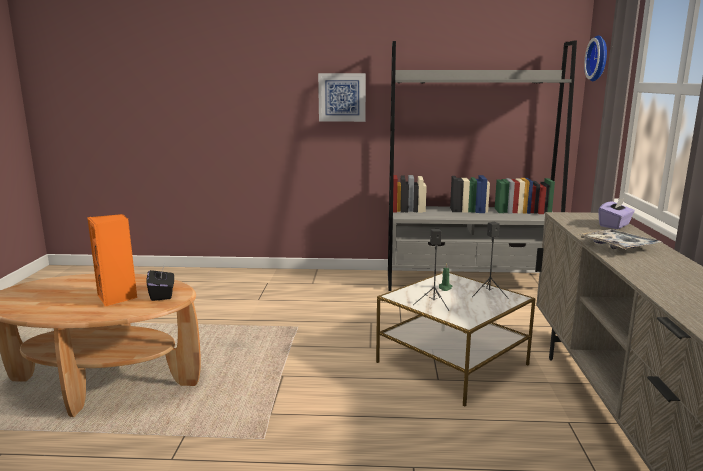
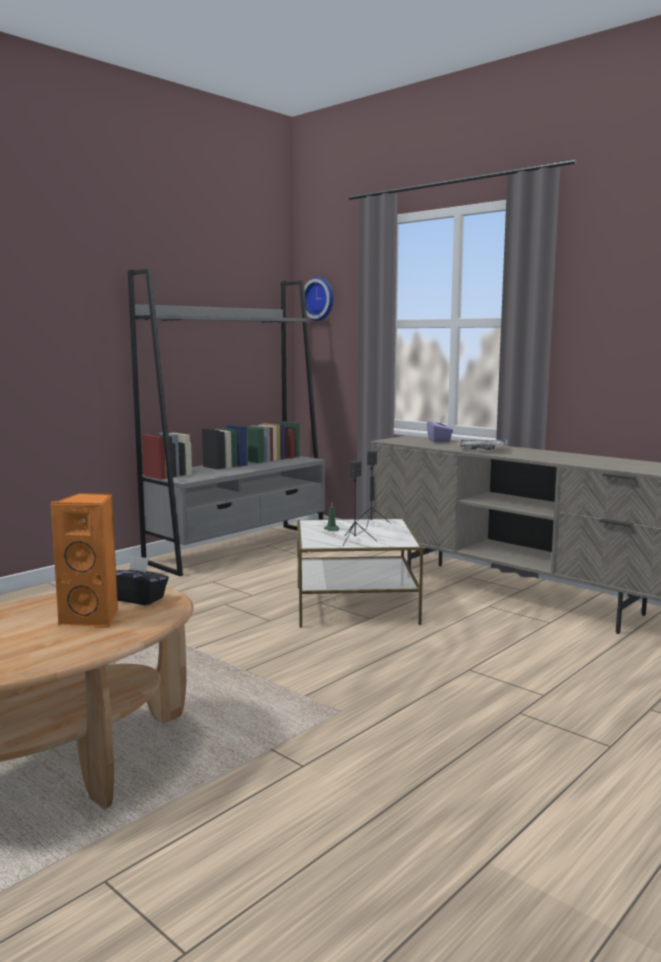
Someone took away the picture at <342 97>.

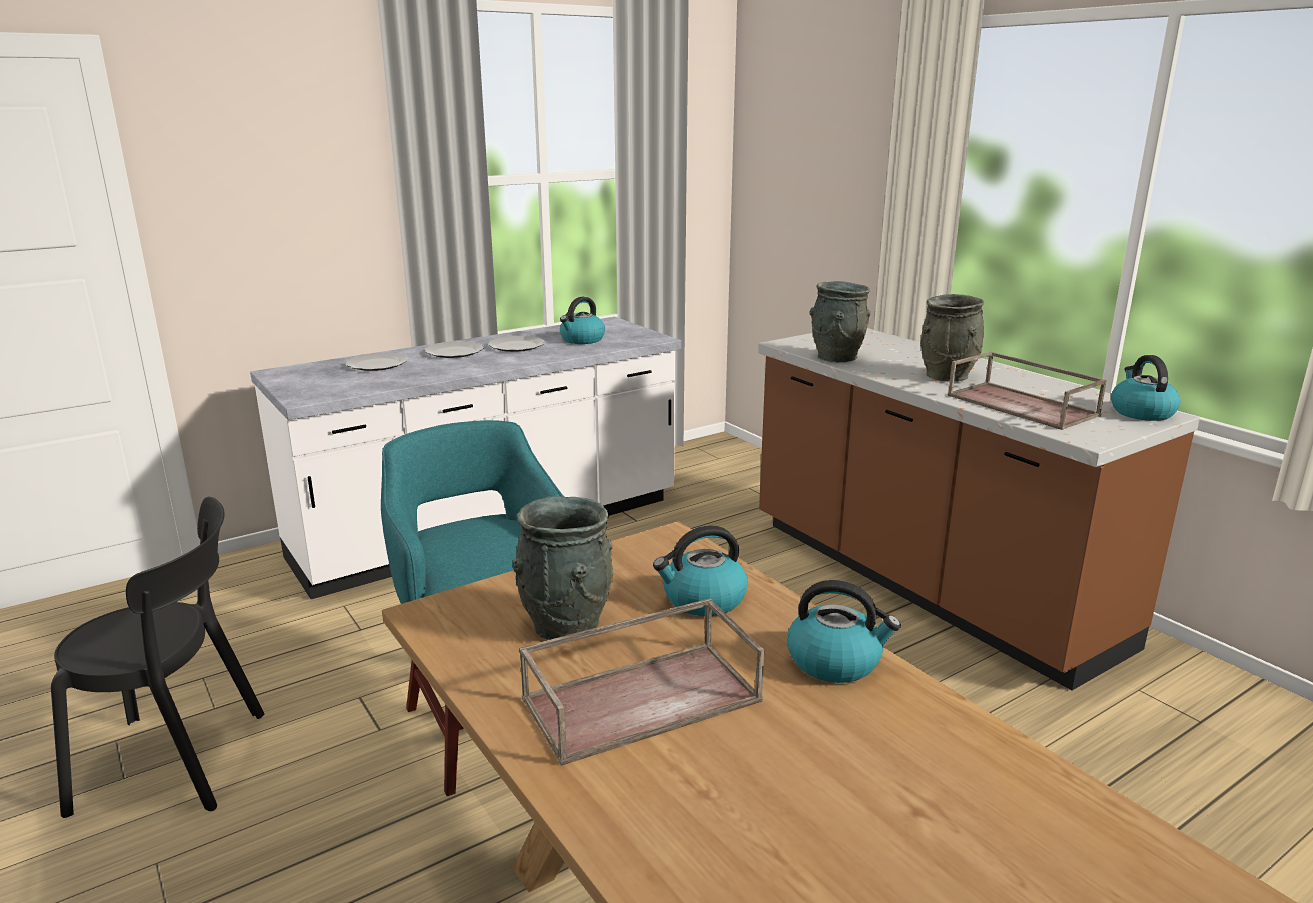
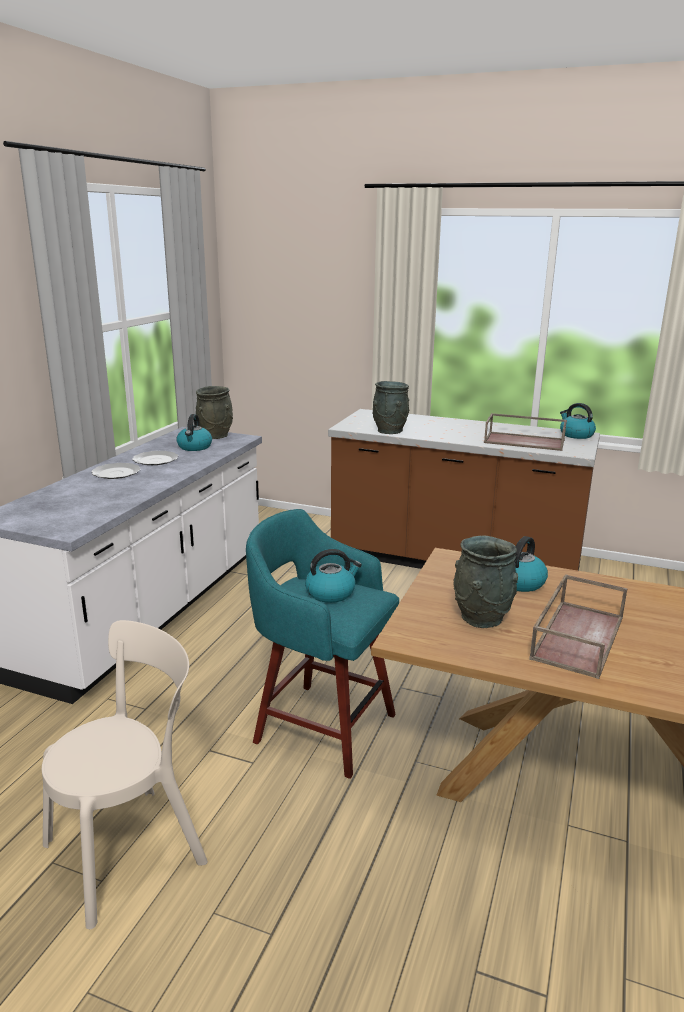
Someone repainted the chair/black at <158 657>, which became the chair/beige at <125 774>.
Someone carried the vase/grey from <952 337> to <214 412>.
Someone carried the kettle from <844 631> to <333 576>.
Someone took away the plate at <377 362>.

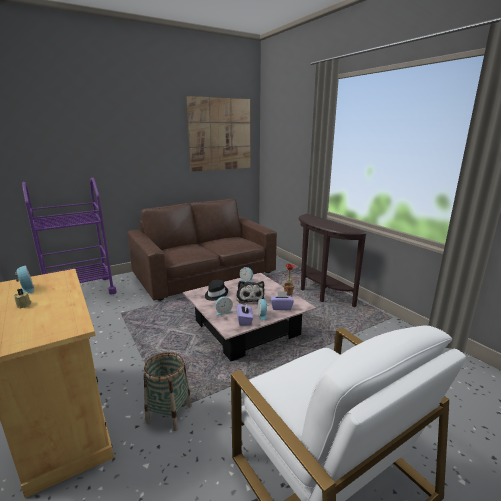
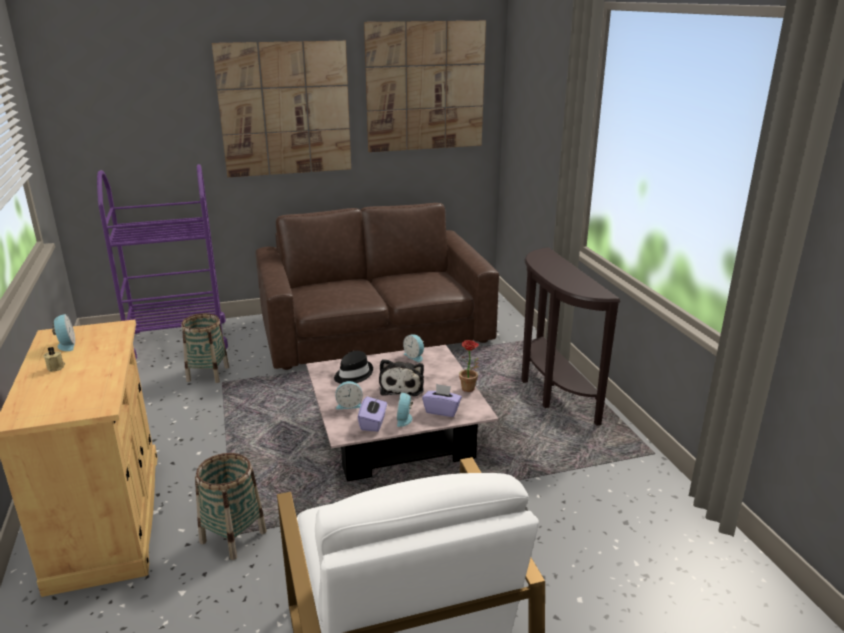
Someone put down the basket at <205 348>.
Someone put up the picture at <281 109>.

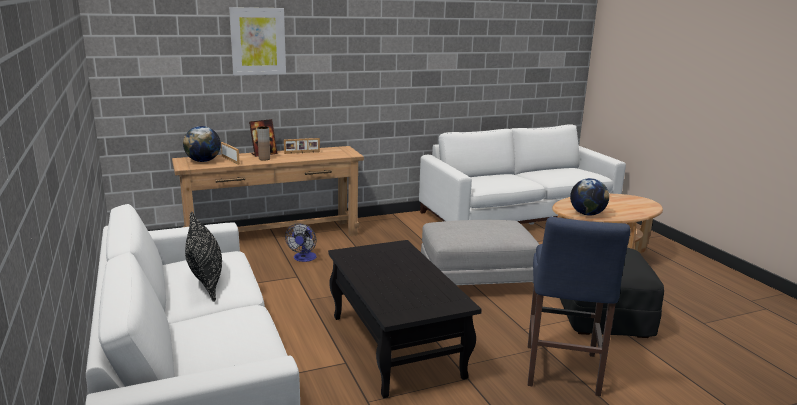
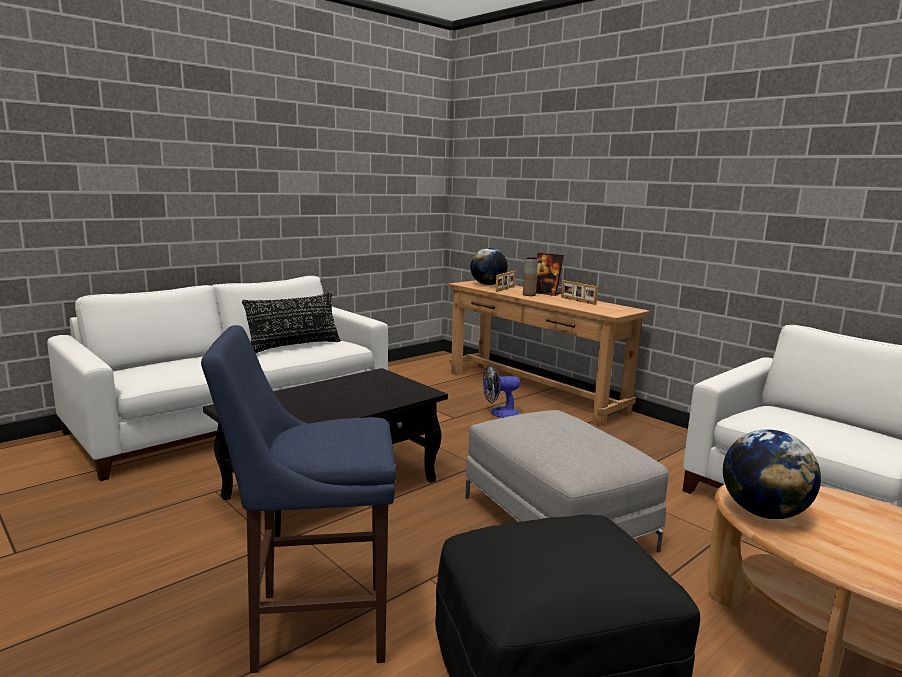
Someone took away the picture at <257 41>.

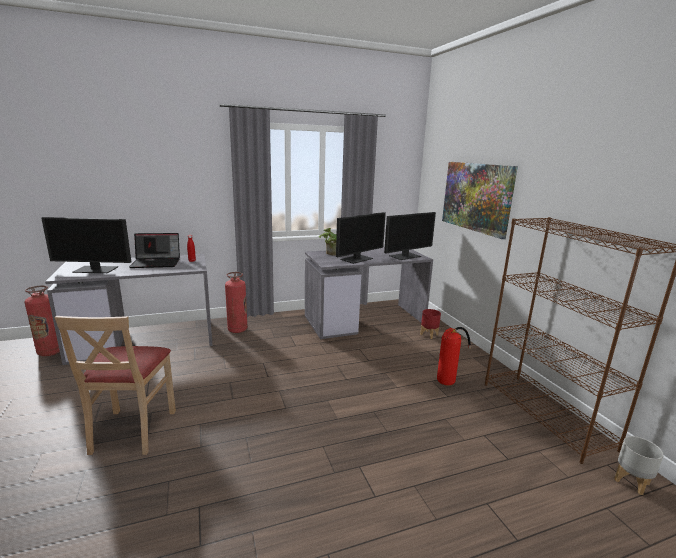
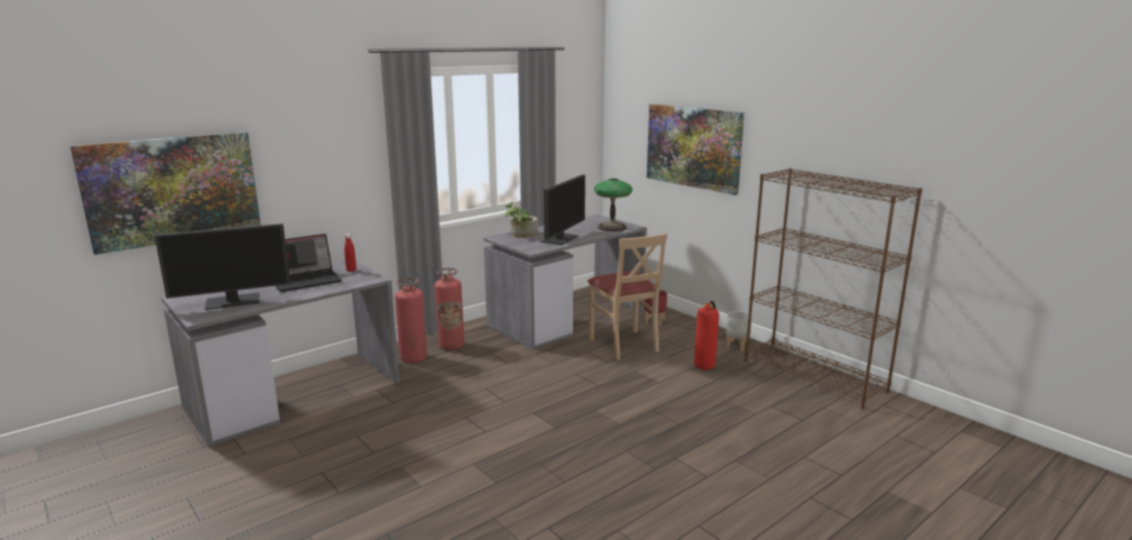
Someone put up the picture at <165 193>.
Someone carried the fire extinguisher from <42 320> to <449 309>.
Someone carried the chair/beige from <115 385> to <627 296>.
Someone swapped the monitor at <410 236> for the table lamp at <613 205>.
Someone carried the planter/grey from <639 465> to <738 331>.

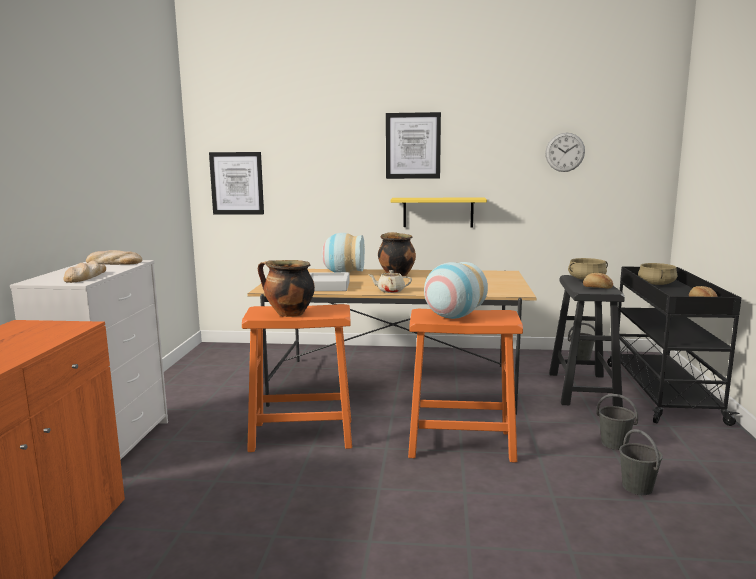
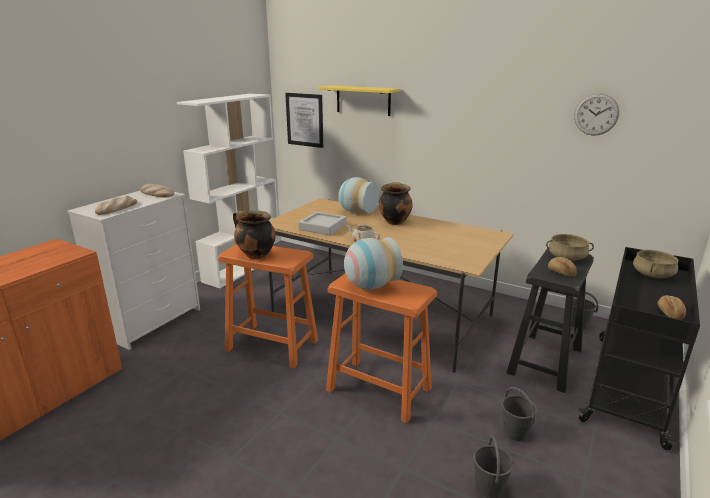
Someone put down the bookcase/white at <227 190>.
Someone carried the shelf/yellow from <438 213> to <358 100>.
Someone took away the picture at <413 145>.

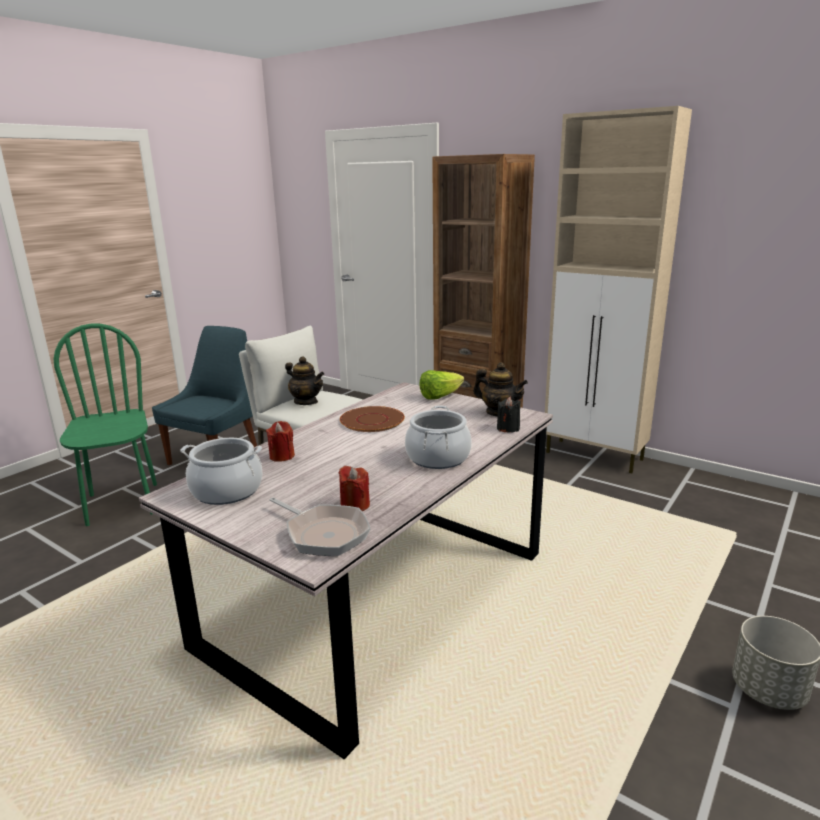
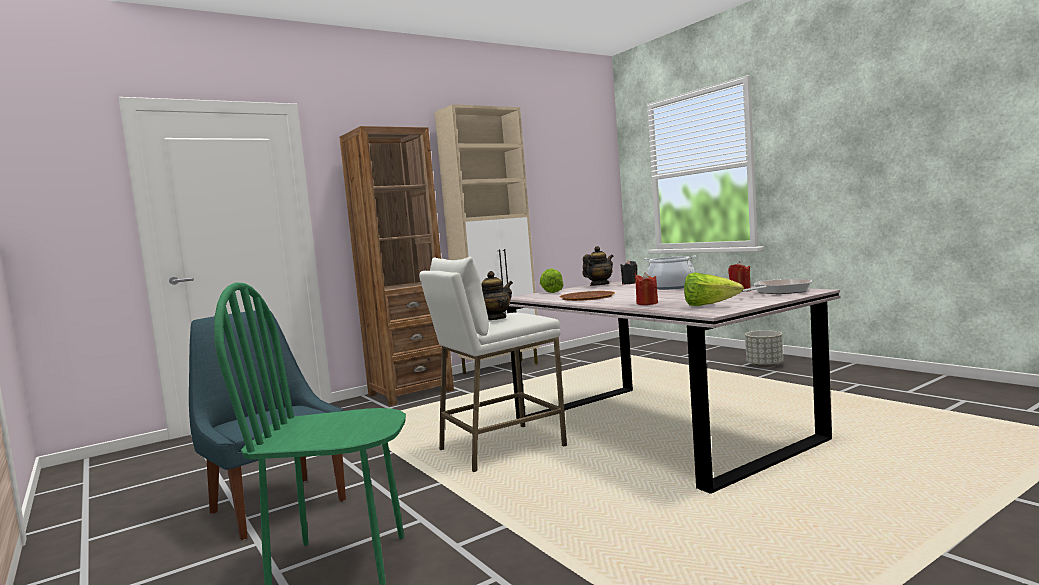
Someone swapped the cooking pot at <221 471> for the lettuce at <714 289>.

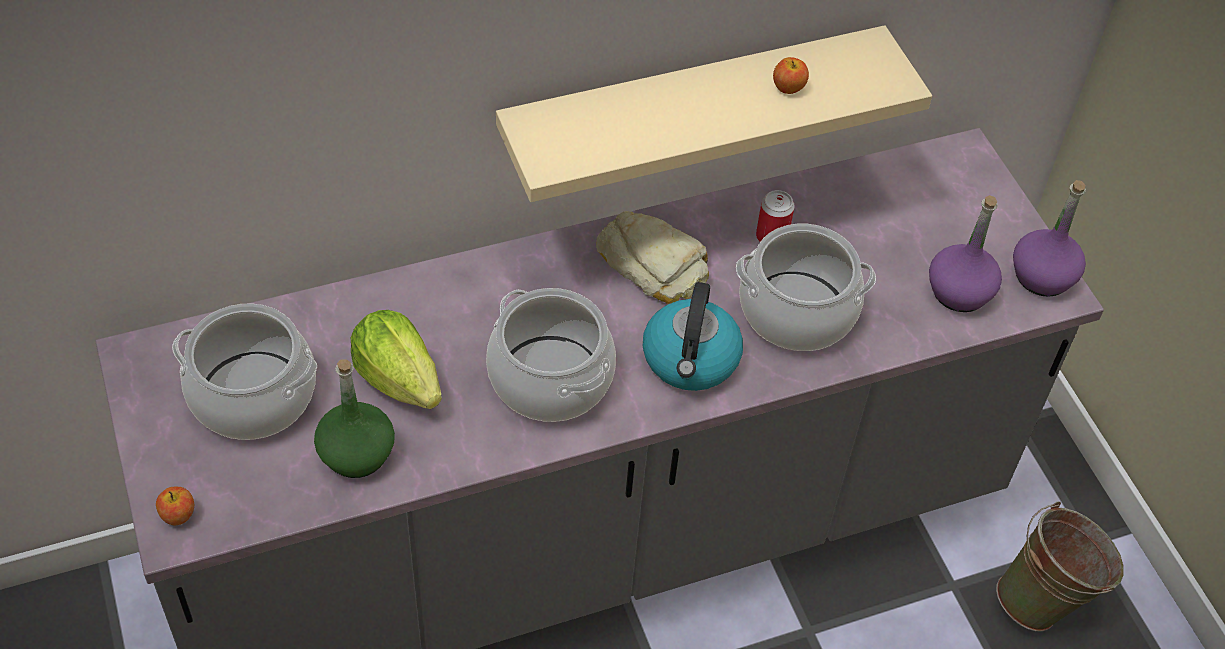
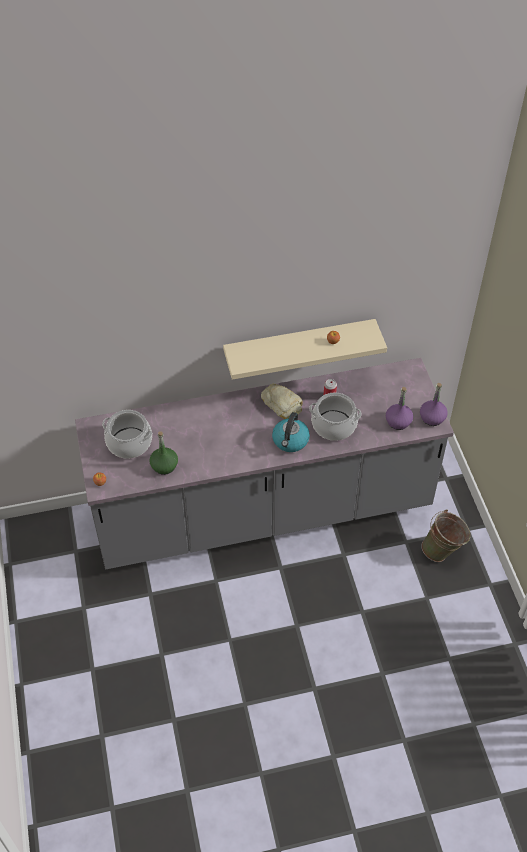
Someone took away the lettuce at <396 359>.
Someone took away the cooking pot at <551 355>.

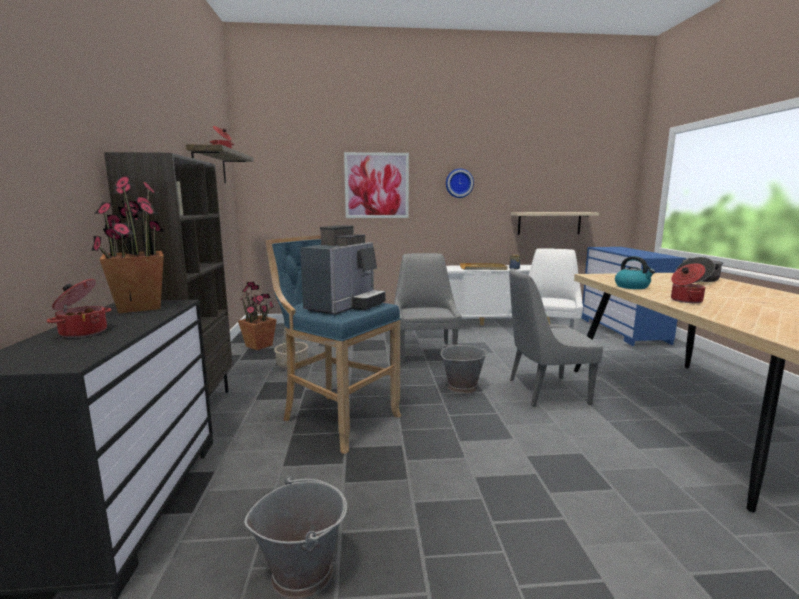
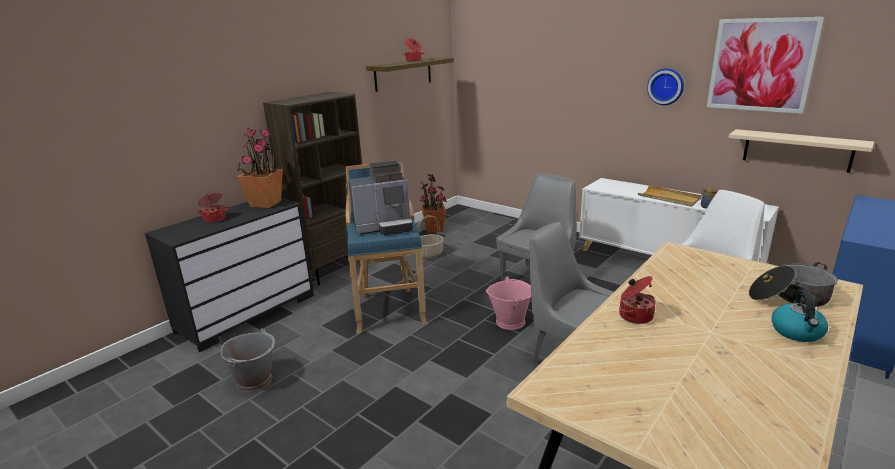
Someone repainted the bucket/grey at <464 368>, which became the bucket/pink at <508 303>.
Someone carried the picture from <376 185> to <765 65>.
Someone carried the kettle from <635 272> to <799 315>.

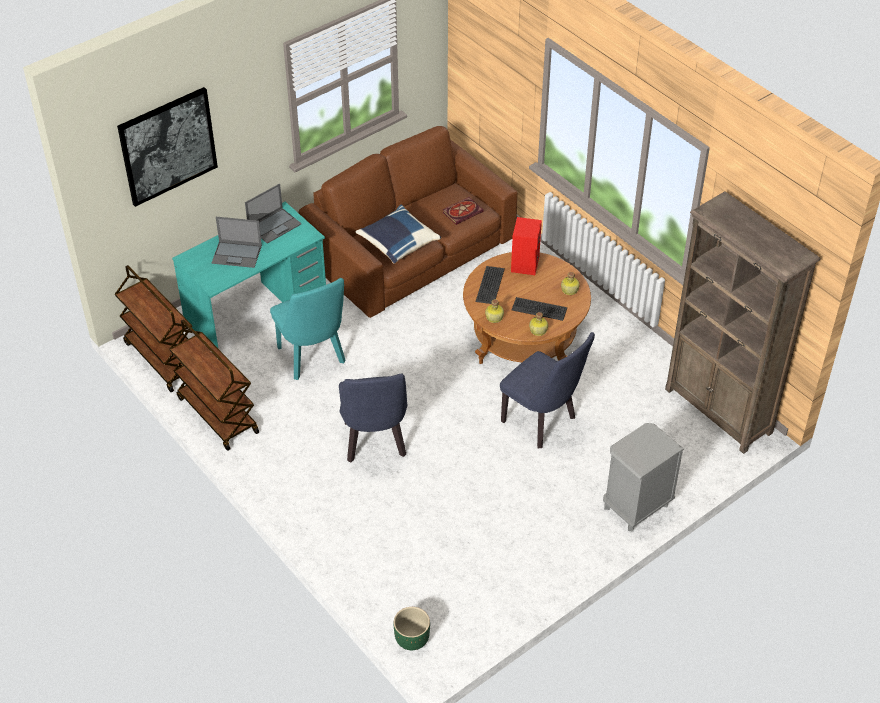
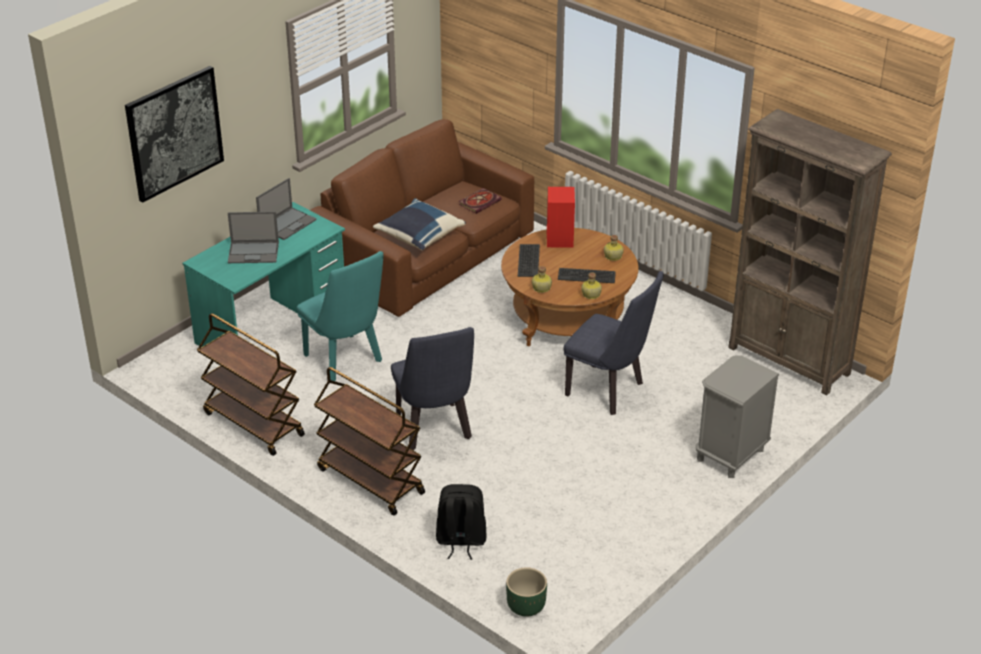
Someone carried the cart/brown from <153 328> to <369 441>.
Someone put down the backpack/black at <461 522>.

